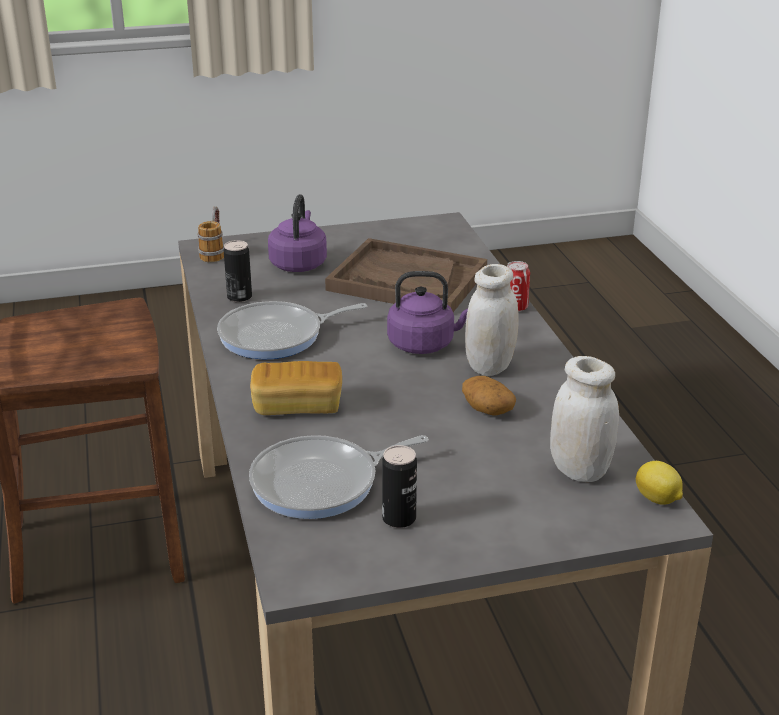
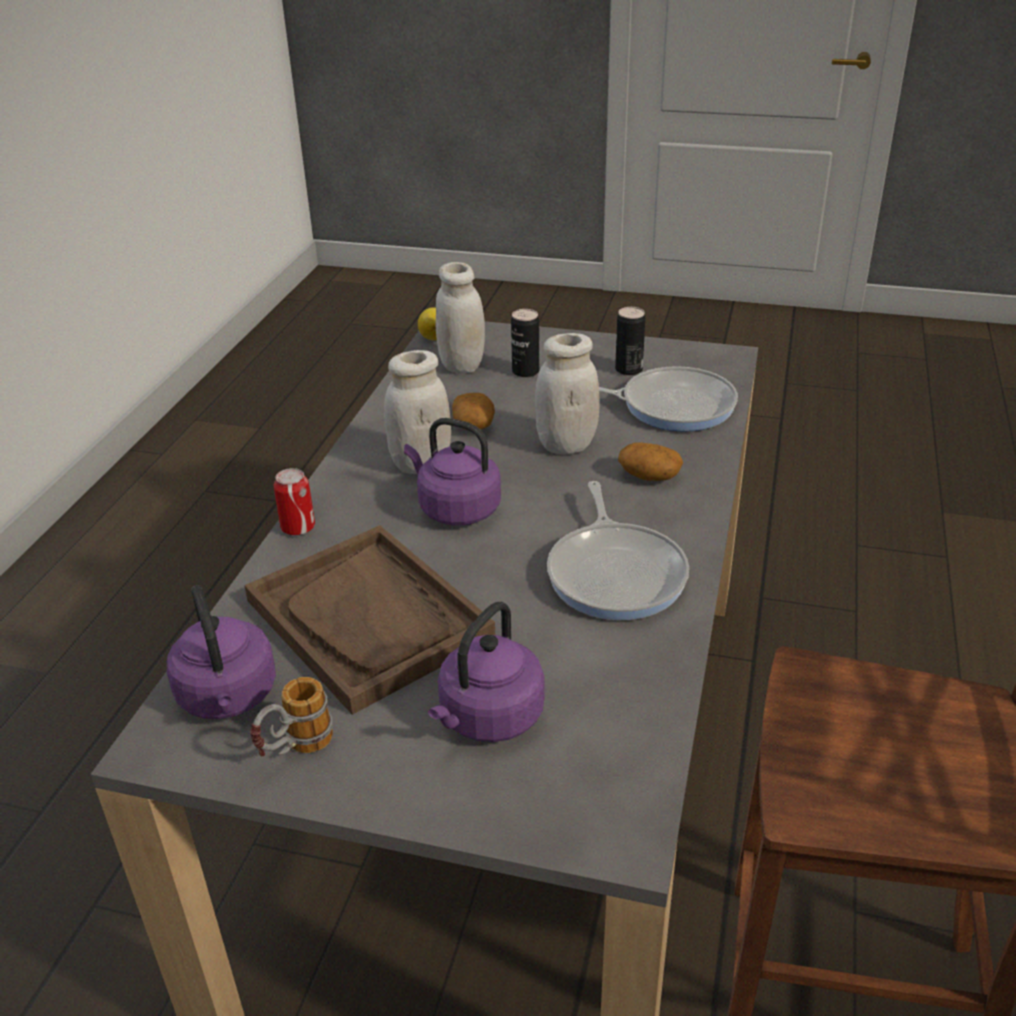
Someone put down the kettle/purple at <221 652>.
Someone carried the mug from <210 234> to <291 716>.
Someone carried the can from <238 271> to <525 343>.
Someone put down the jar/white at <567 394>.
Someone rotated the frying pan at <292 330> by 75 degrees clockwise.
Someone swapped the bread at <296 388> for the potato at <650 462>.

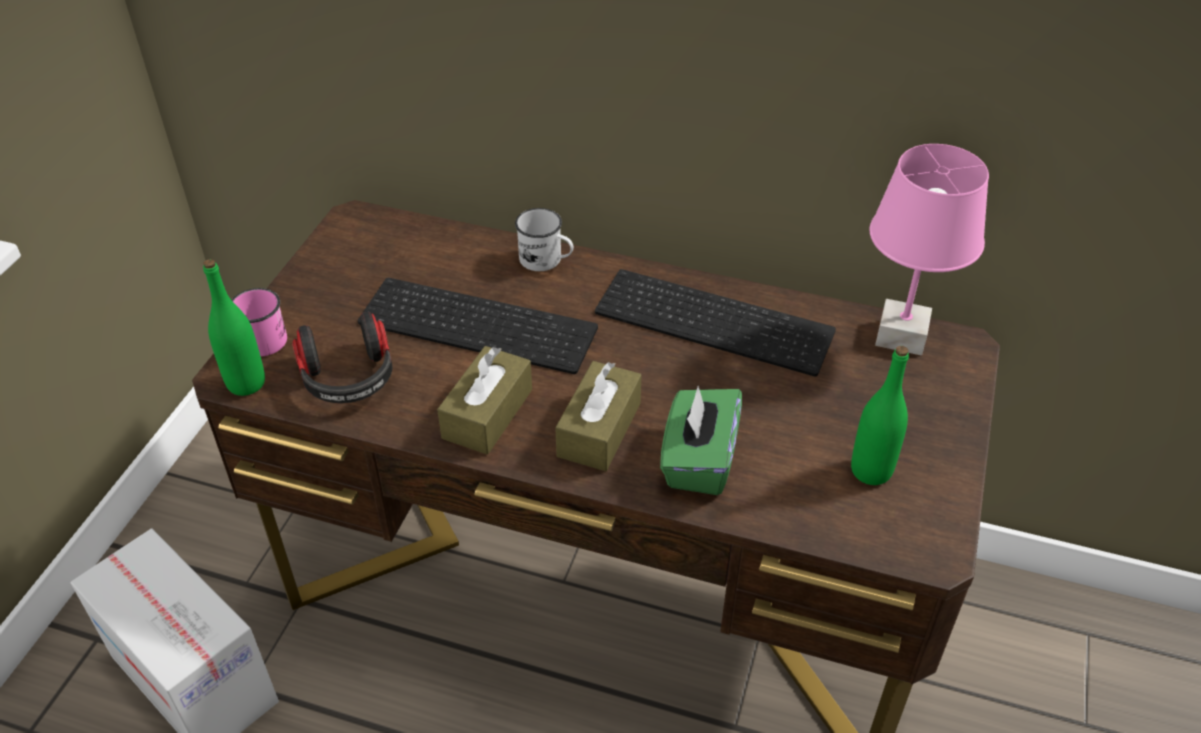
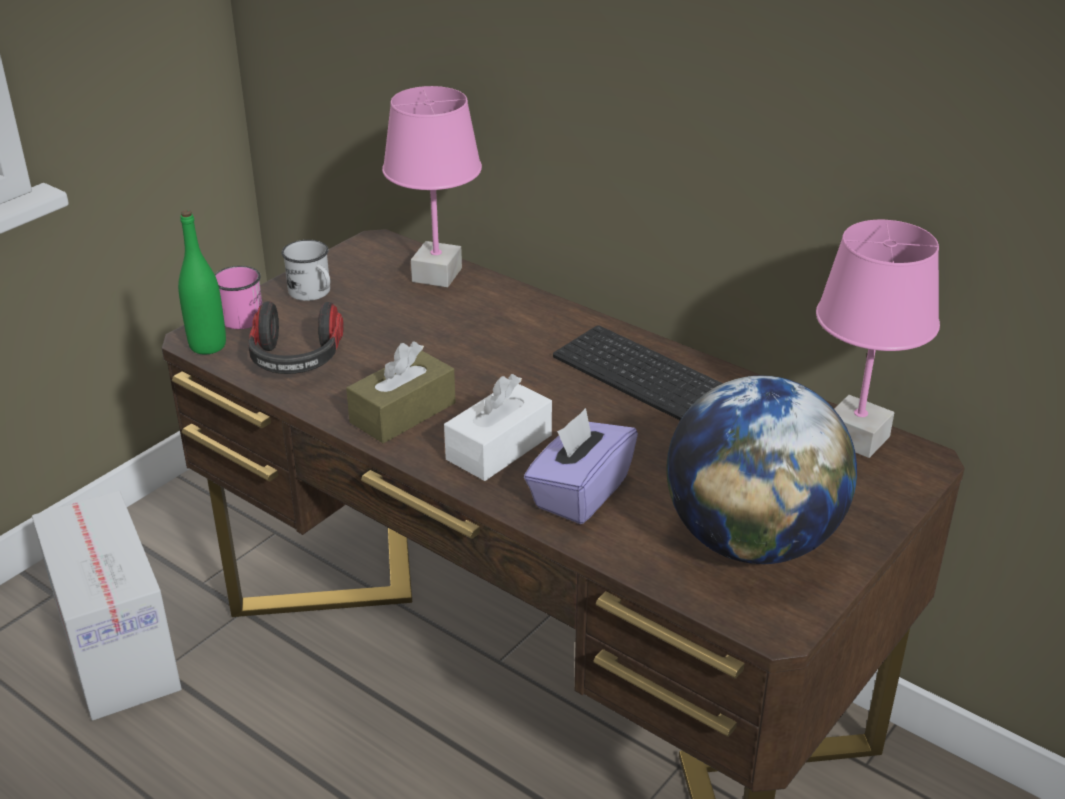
Someone carried the mug/white from <544 239> to <306 270>.
Someone put down the table lamp/pink at <432 186>.
Someone repainted the tissue box/brown at <598 416>, which became the tissue box/white at <498 427>.
Someone repainted the tissue box/green at <701 440>, which became the tissue box/purple at <581 466>.
Someone swapped the bottle/green at <880 415> for the globe at <762 470>.
Someone took away the keyboard at <478 326>.

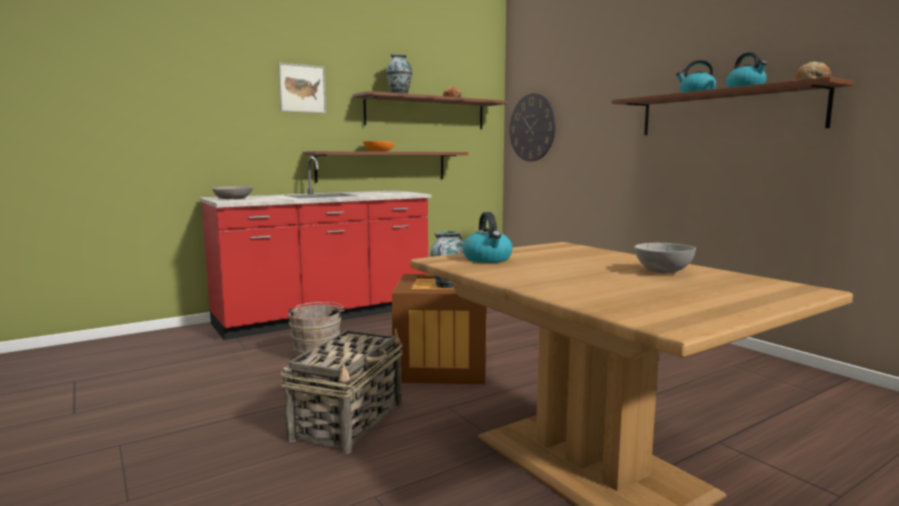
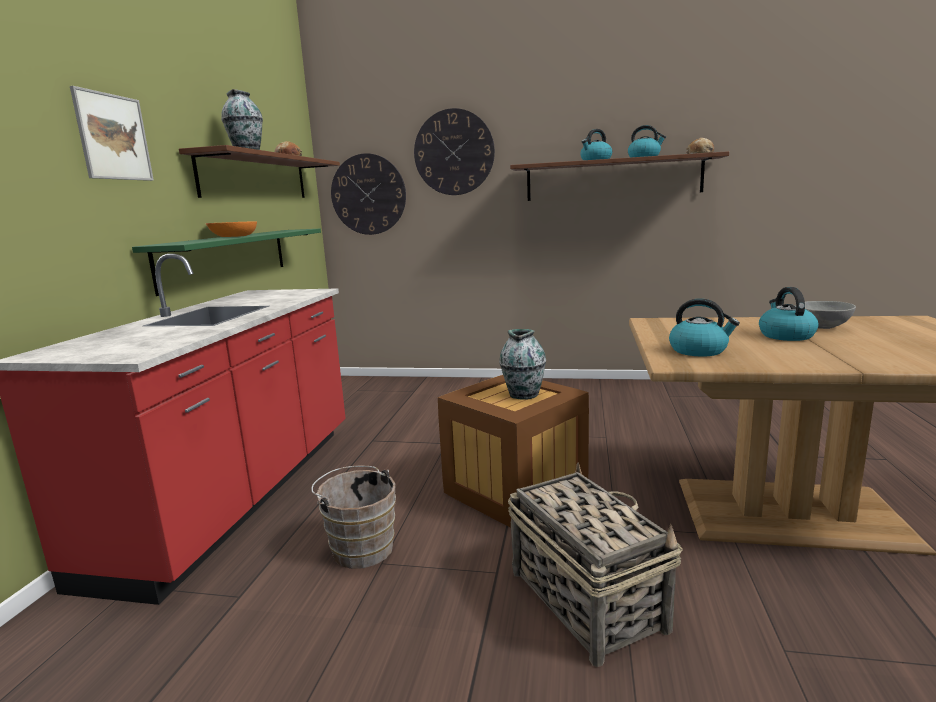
Someone repainted the shelf/brown at <385 167>, which became the shelf/green at <226 262>.
Someone put up the wall clock at <454 151>.
Someone put down the kettle at <789 314>.
Someone took away the bowl/grey at <232 192>.

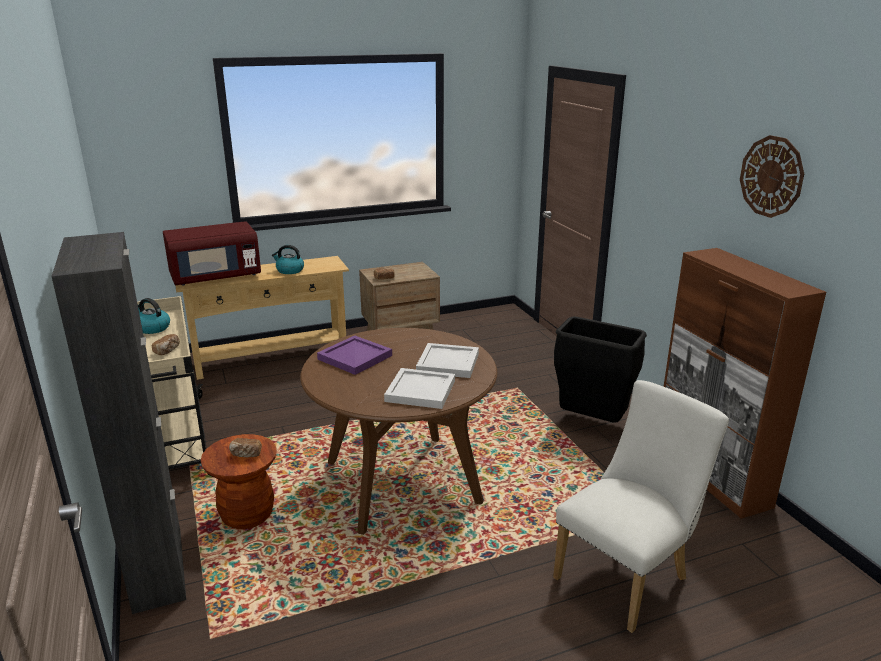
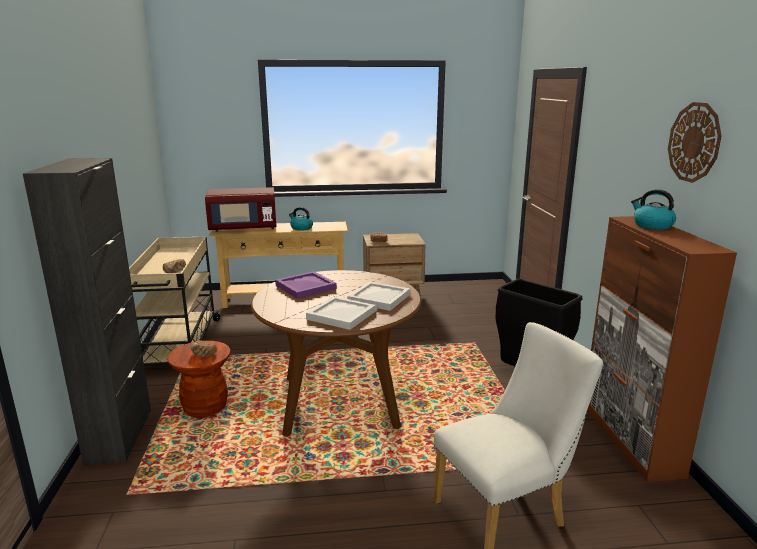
Someone carried the kettle from <154 316> to <653 209>.

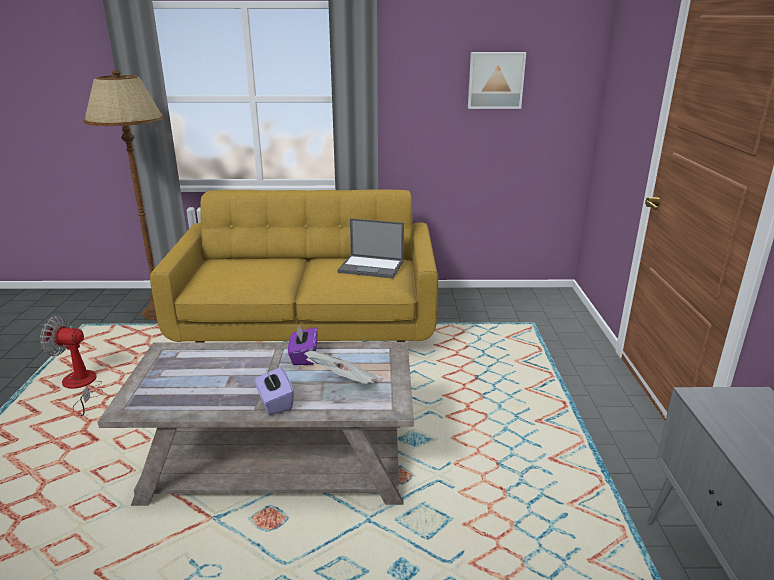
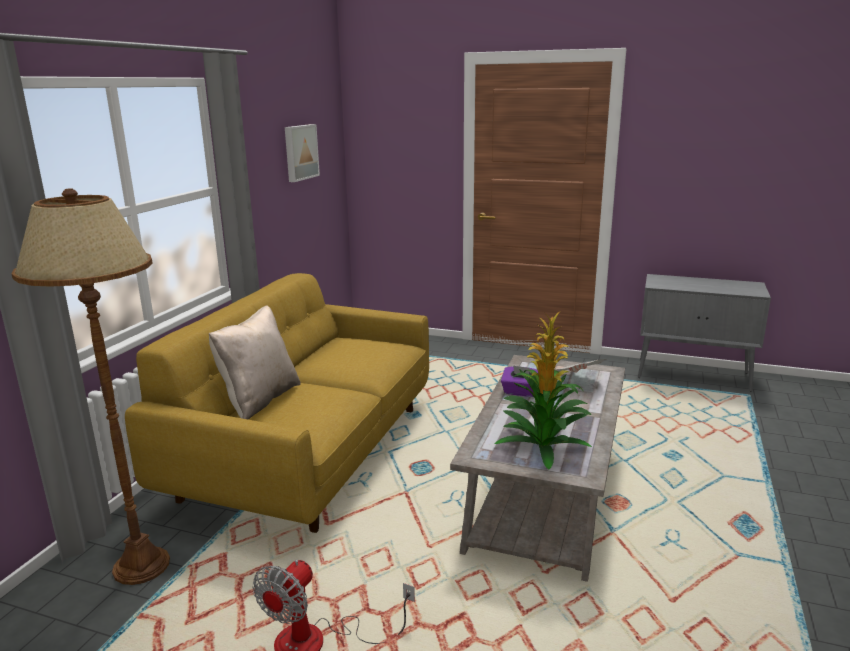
Someone put down the pillow/beige at <255 363>.
Someone put down the potted plant at <543 391>.
Someone took away the tissue box/purple at <274 391>.
Someone took away the laptop at <370 248>.

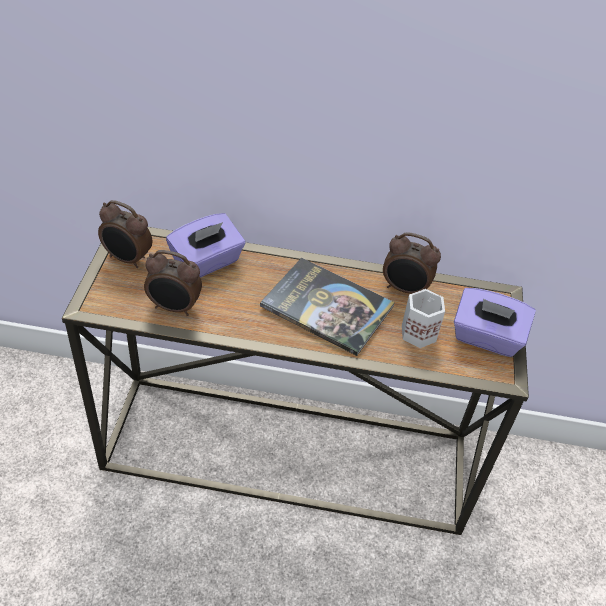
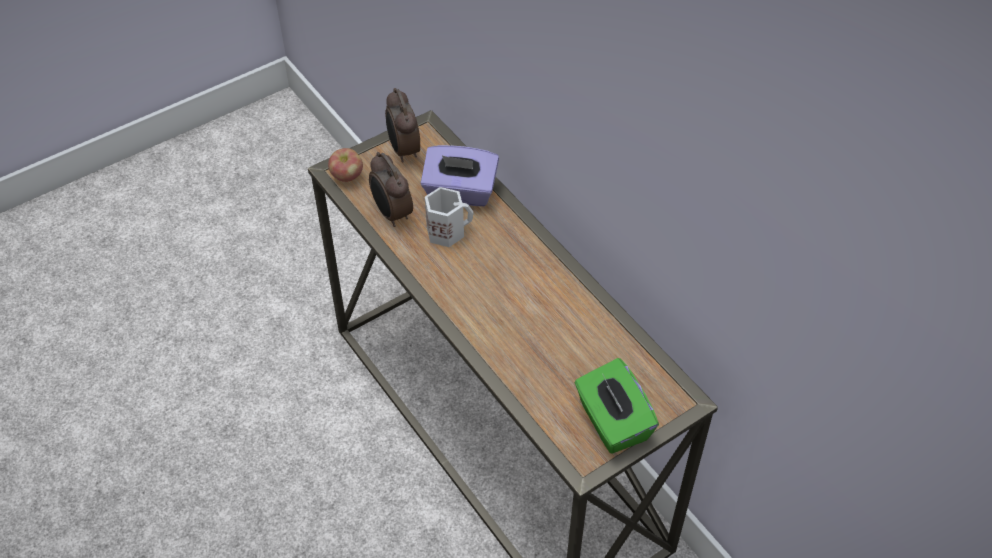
Someone put down the apple at <345 165>.
Someone carried the mug/white from <423 318> to <449 217>.
Someone repainted the tissue box/purple at <495 322>, which became the tissue box/green at <616 405>.
Someone took away the book at <327 307>.
Someone took away the alarm clock at <412 263>.

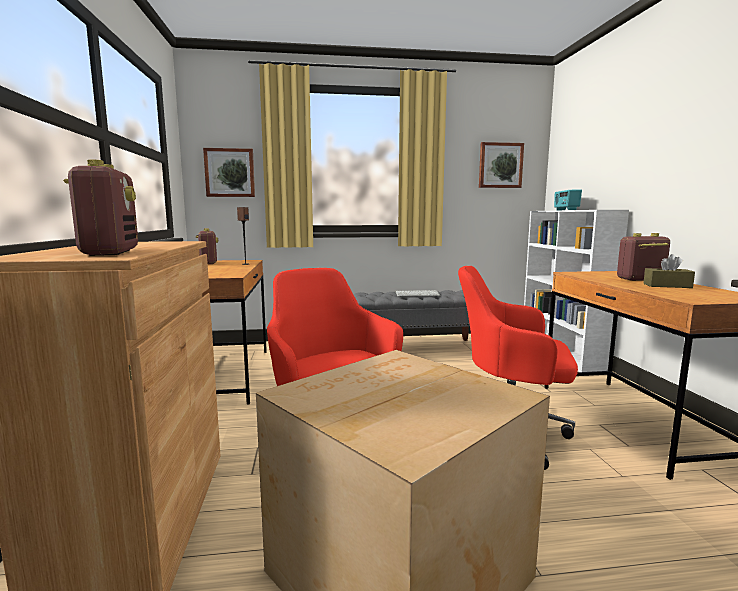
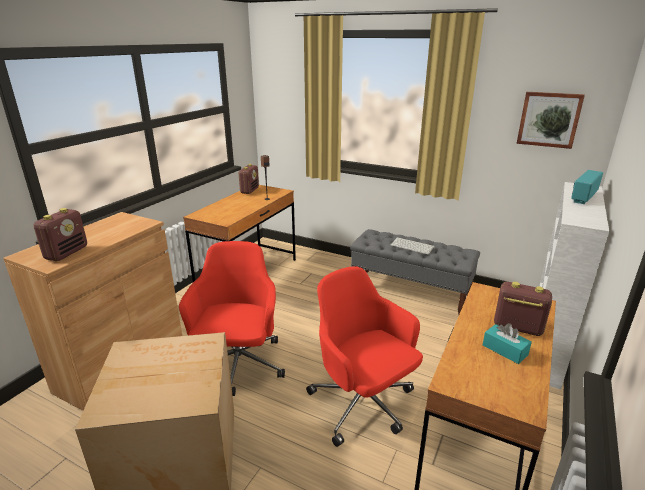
Someone repainted the tissue box/brown at <669 271>, which became the tissue box/turquoise at <507 343>.
Someone took away the picture at <229 172>.

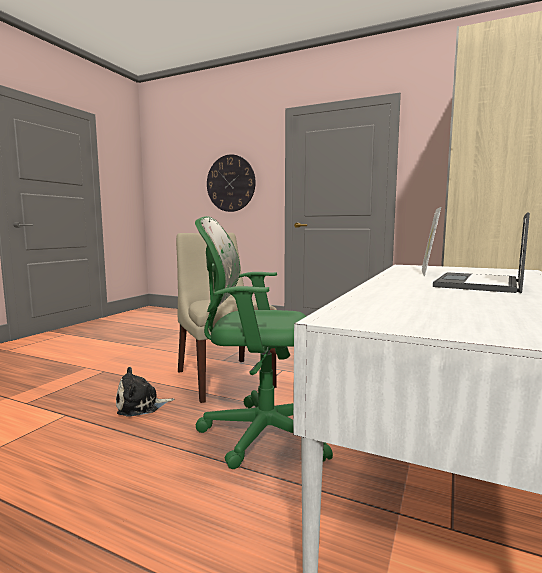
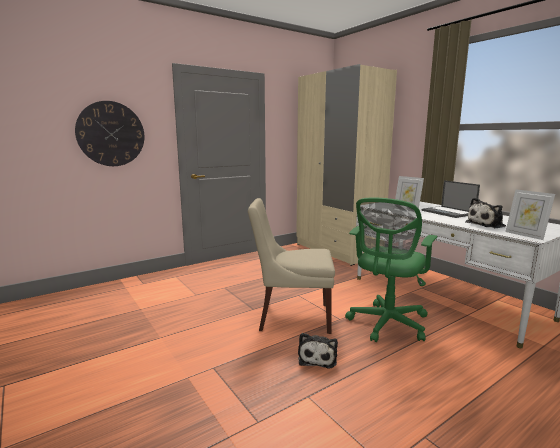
Someone put down the plush toy at <485 213>.
Someone put down the picture frame at <530 214>.

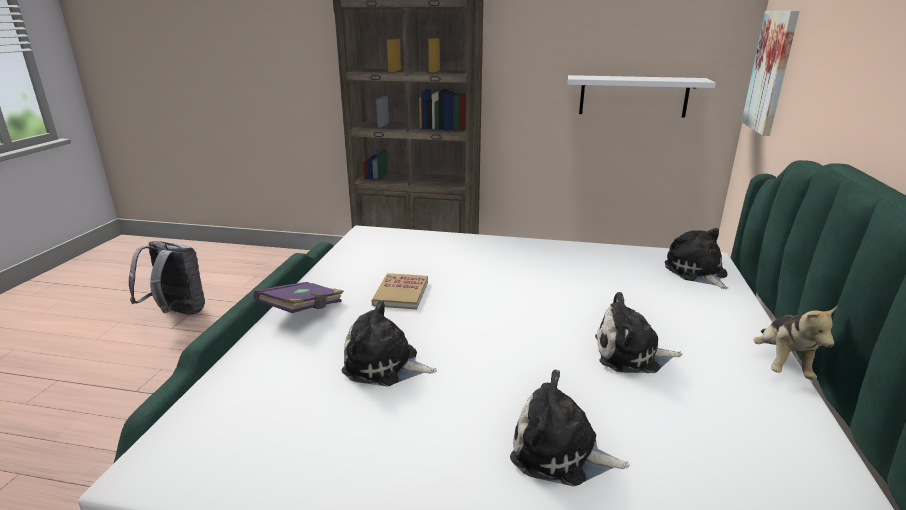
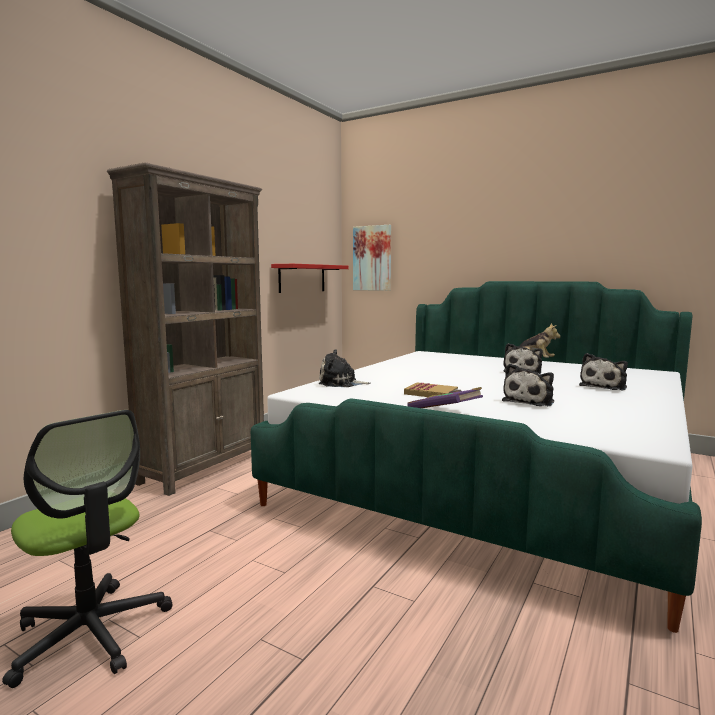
Someone swapped the backpack/grey at <167 278> for the office chair at <87 549>.
Someone repainted the shelf/white at <642 96>, which became the shelf/red at <310 278>.
Someone carried the plush toy from <697 258> to <345 368>.

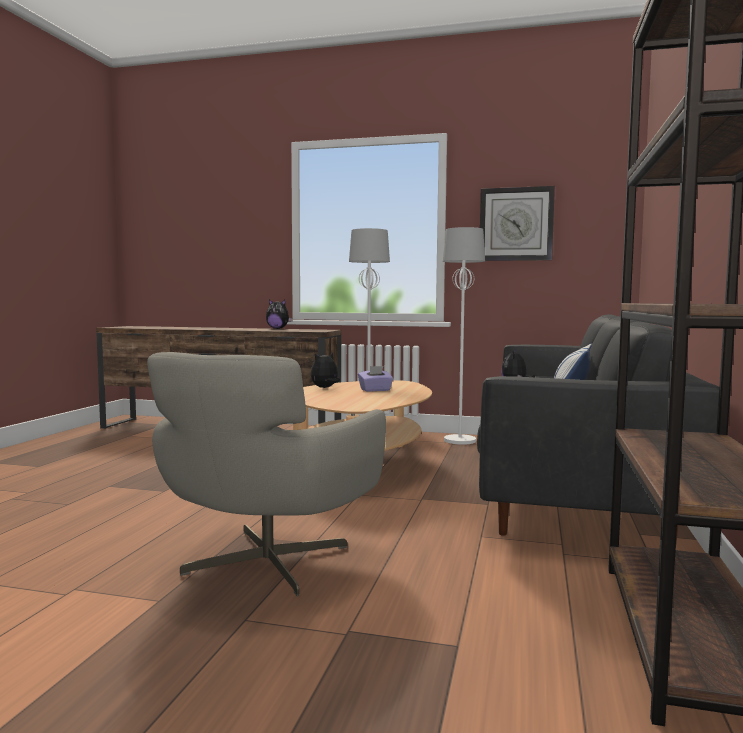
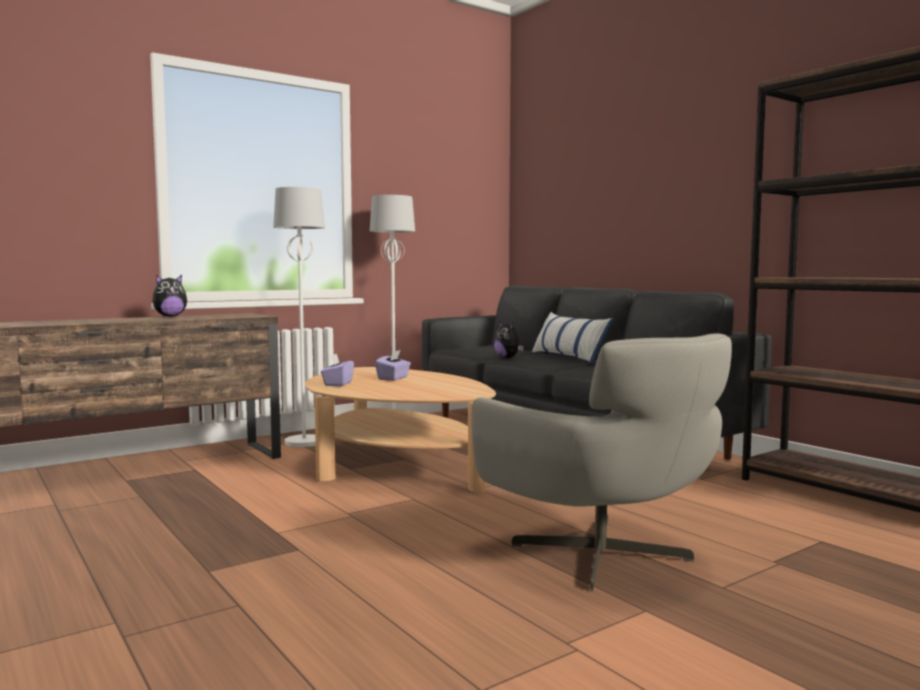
Someone swapped the plush toy at <325 370> for the tissue box/purple at <337 369>.
Someone took away the wall clock at <517 223>.

